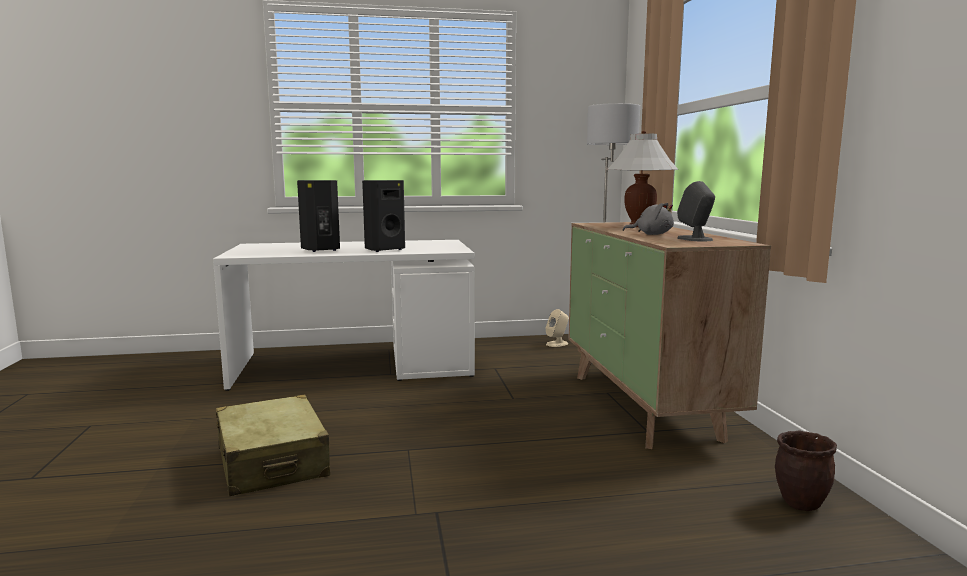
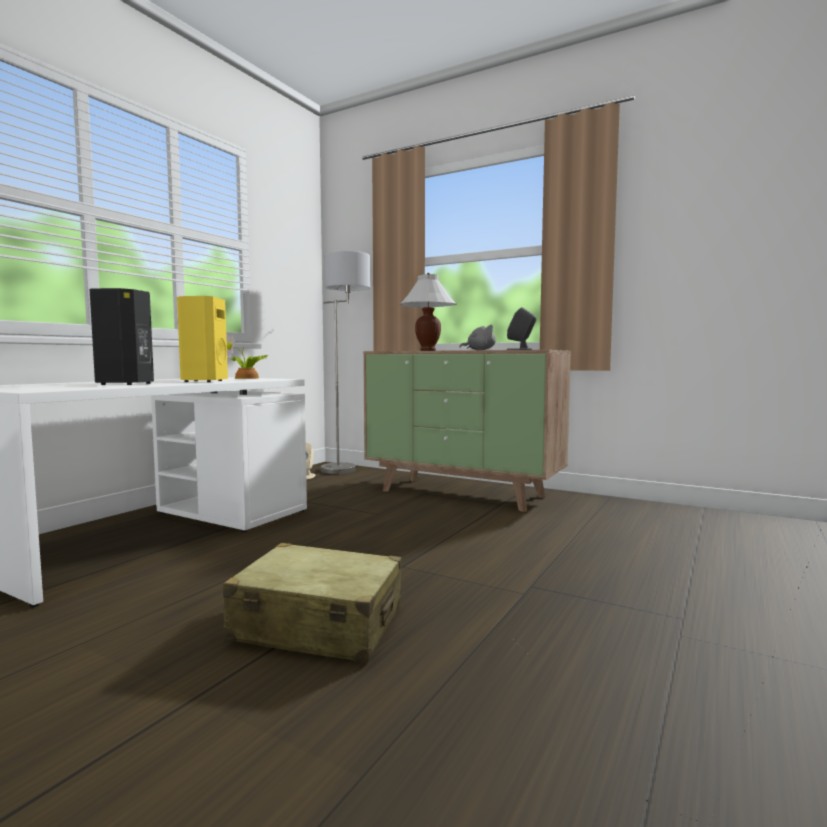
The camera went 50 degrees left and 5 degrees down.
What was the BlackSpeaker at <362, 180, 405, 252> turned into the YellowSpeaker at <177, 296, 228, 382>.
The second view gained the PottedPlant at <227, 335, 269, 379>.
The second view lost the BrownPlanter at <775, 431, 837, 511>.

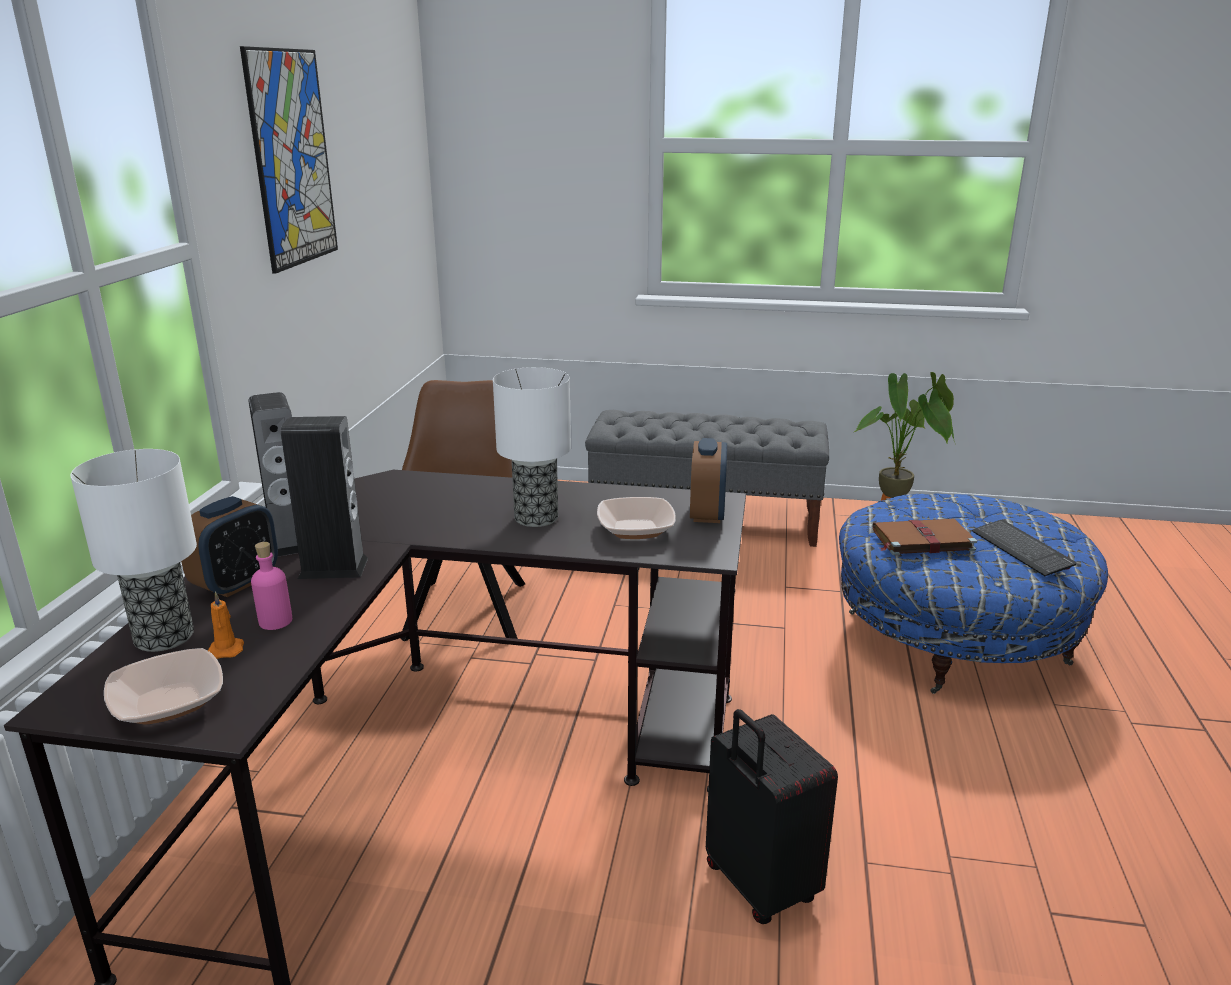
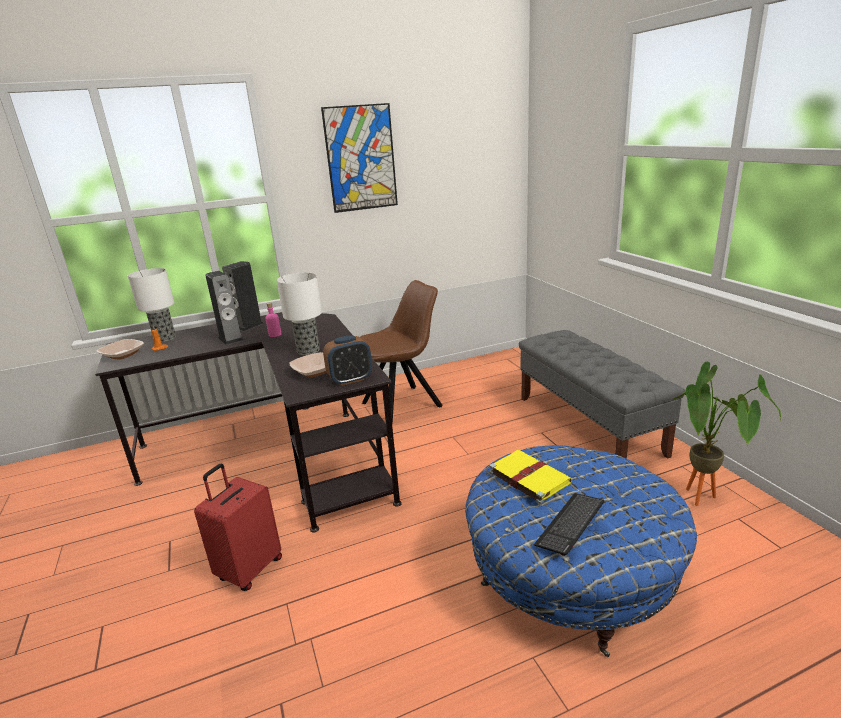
The camera went 60 degrees right and 0 degrees up.
What was the BlackSuitcase at <706, 709, 838, 924> turned into the RedSuitcase at <194, 464, 282, 591>.
The PinkBottle ended up elsewhere, having gone from <251, 542, 292, 630> to <266, 302, 281, 337>.
What was the BrownBook at <873, 519, 977, 555> turned into the YellowBook at <489, 450, 572, 504>.
The second view lost the AlarmClock at <181, 496, 278, 597>.

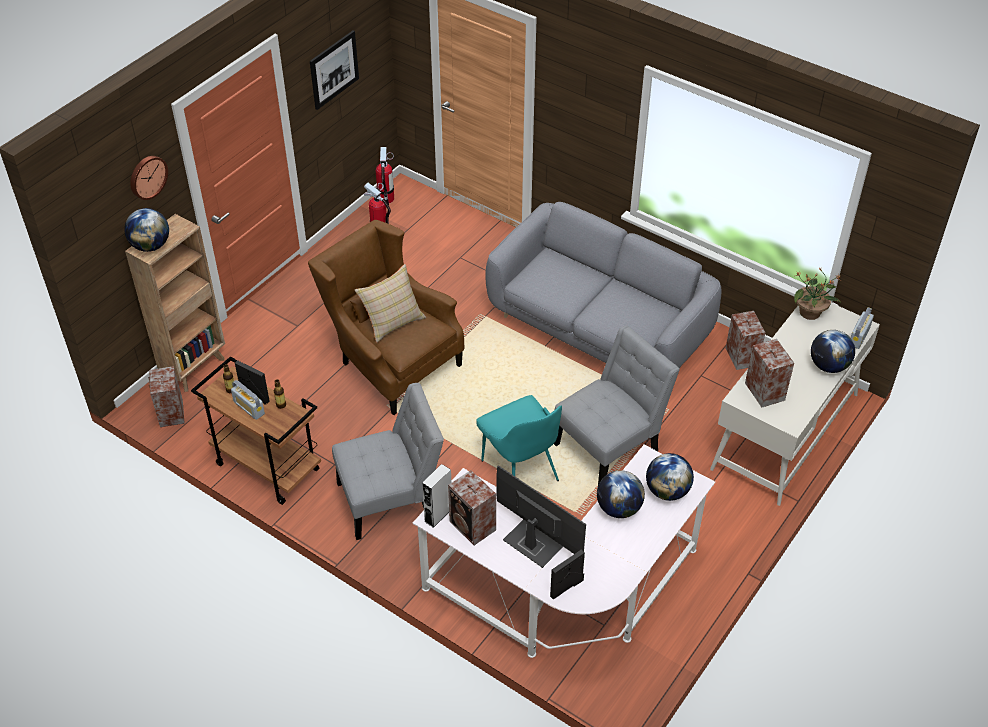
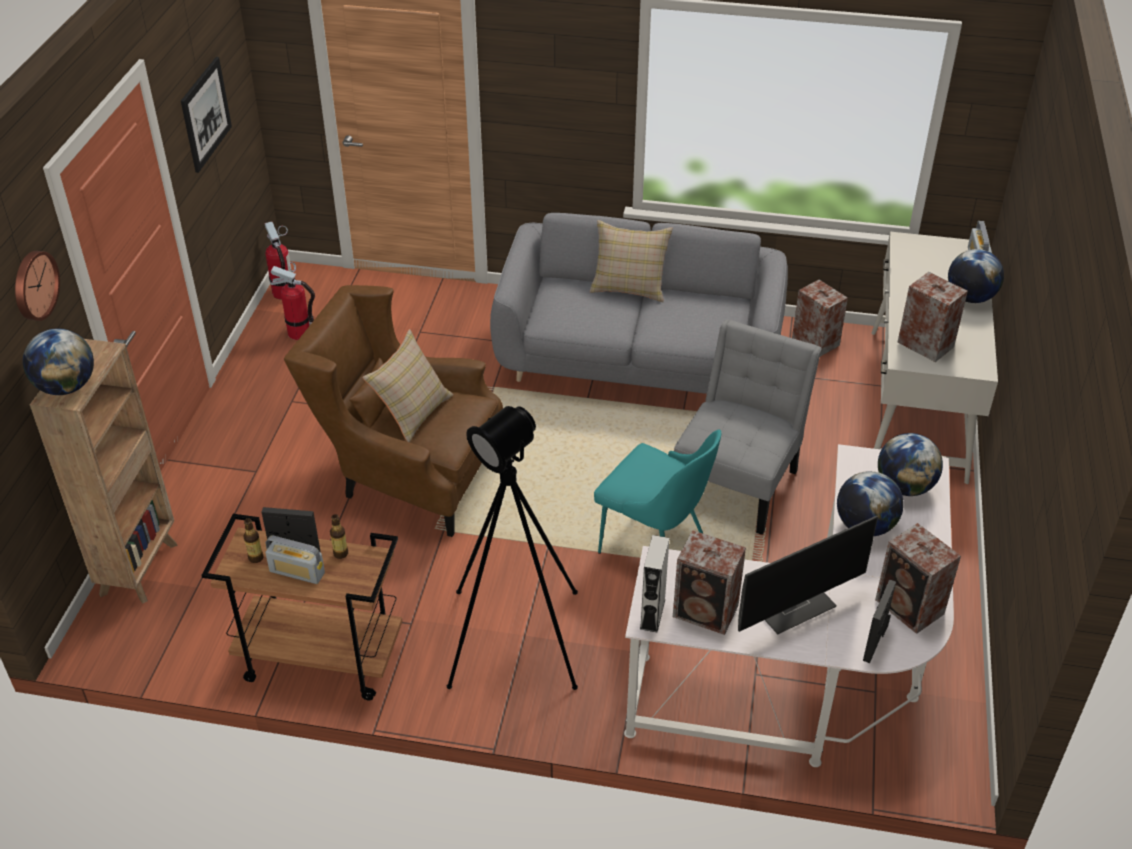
The camera went 25 degrees left and 5 degrees down.
Where the GreyChair stood at <332, 383, 444, 540>, the BlackFloorLamp came to stand at <447, 406, 578, 690>.
The second view gained the BeigePillow at <590, 220, 673, 302>.
The Monitor at <496, 465, 586, 568> ended up facing another way, 135 degrees clockwise from before.
The Speaker ended up elsewhere, having gone from <148, 366, 184, 427> to <875, 523, 961, 634>.
The second view lost the PottedPlant at <794, 267, 841, 320>.

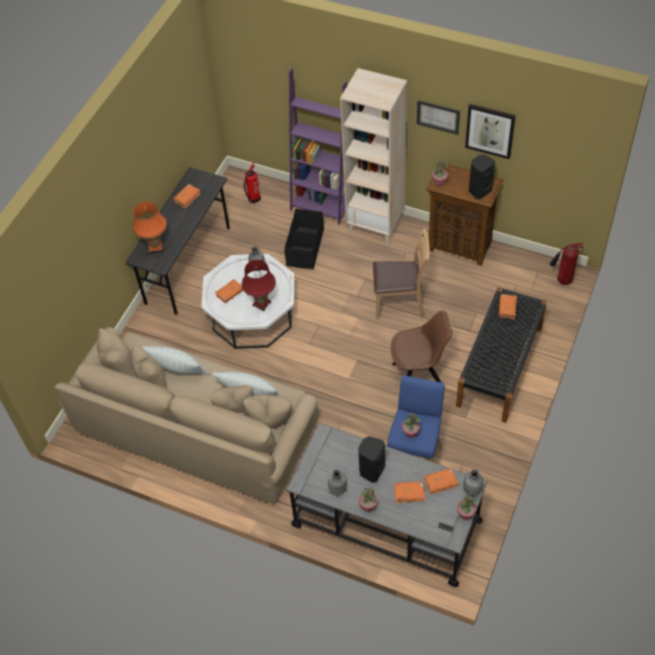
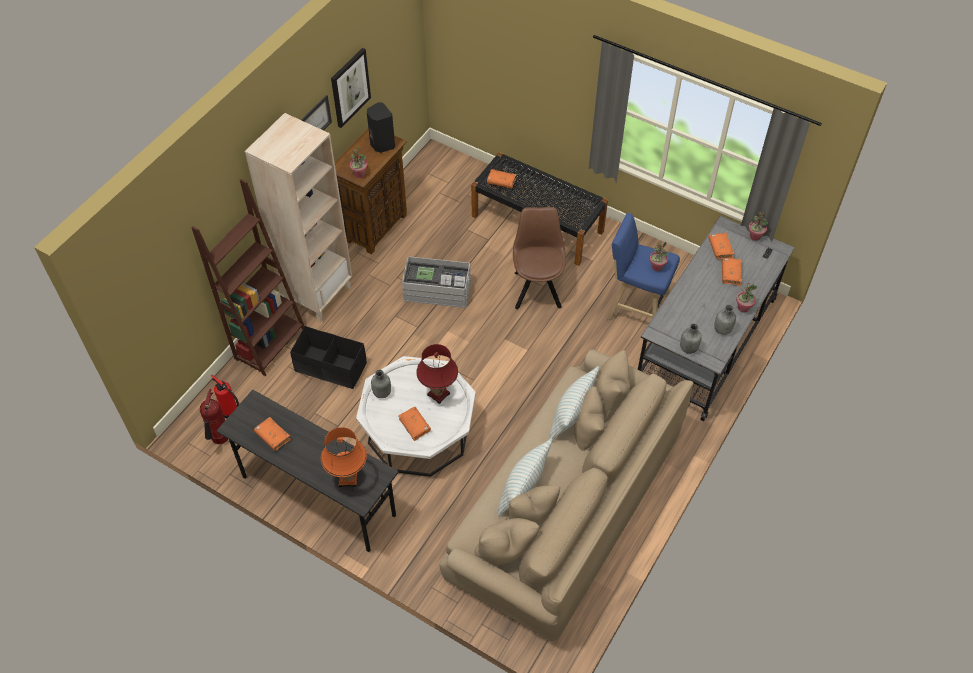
The camera went 85 degrees left and 0 degrees up.
What was the PurpleBookcase at <289, 67, 346, 225> turned into the BrownBookcase at <191, 179, 304, 376>.
The FireExtinguisher ended up elsewhere, having gone from <550, 243, 584, 285> to <200, 389, 228, 444>.
Where the BrownChair stood at <373, 229, 430, 319>, the GreyStorageBox came to stand at <402, 256, 471, 308>.
The GreyBottle ended up elsewhere, having gone from <463, 469, 483, 496> to <680, 324, 702, 354>.
The second view lost the BlackSpeaker at <358, 436, 385, 483>.

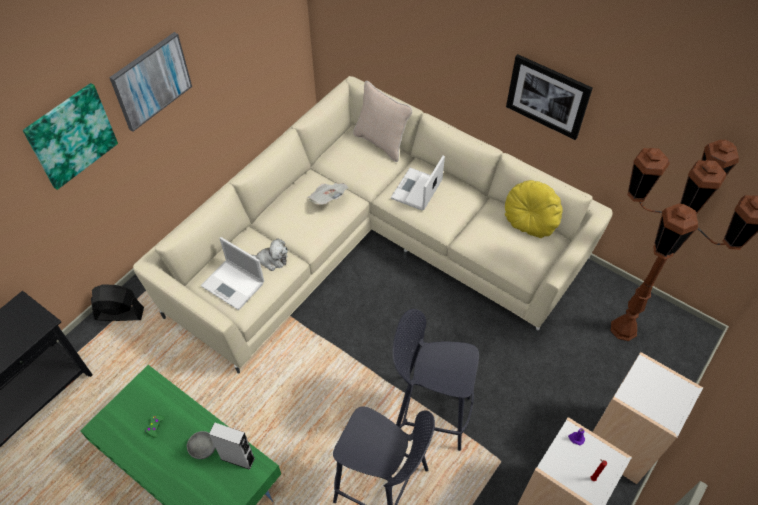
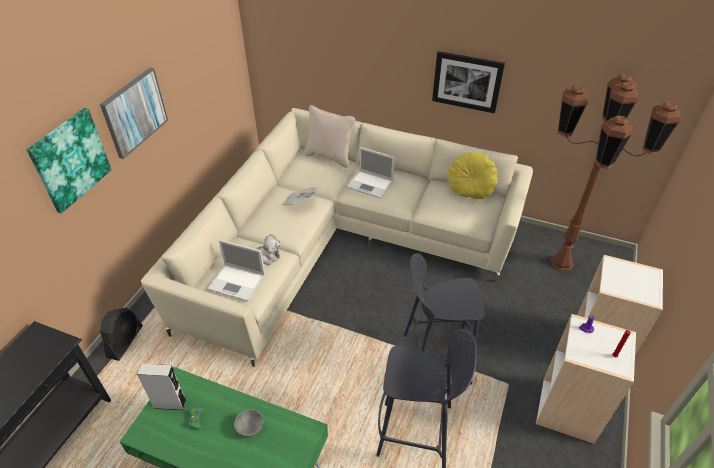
The camera went 15 degrees left and 10 degrees down.
The BlackFan at <91, 285, 144, 321> ended up facing another way, 120 degrees clockwise from before.
The GreySpeaker ended up elsewhere, having gone from <209, 423, 255, 470> to <137, 364, 187, 410>.
The Laptop at <391, 155, 445, 210> ended up facing another way, 75 degrees counterclockwise from before.

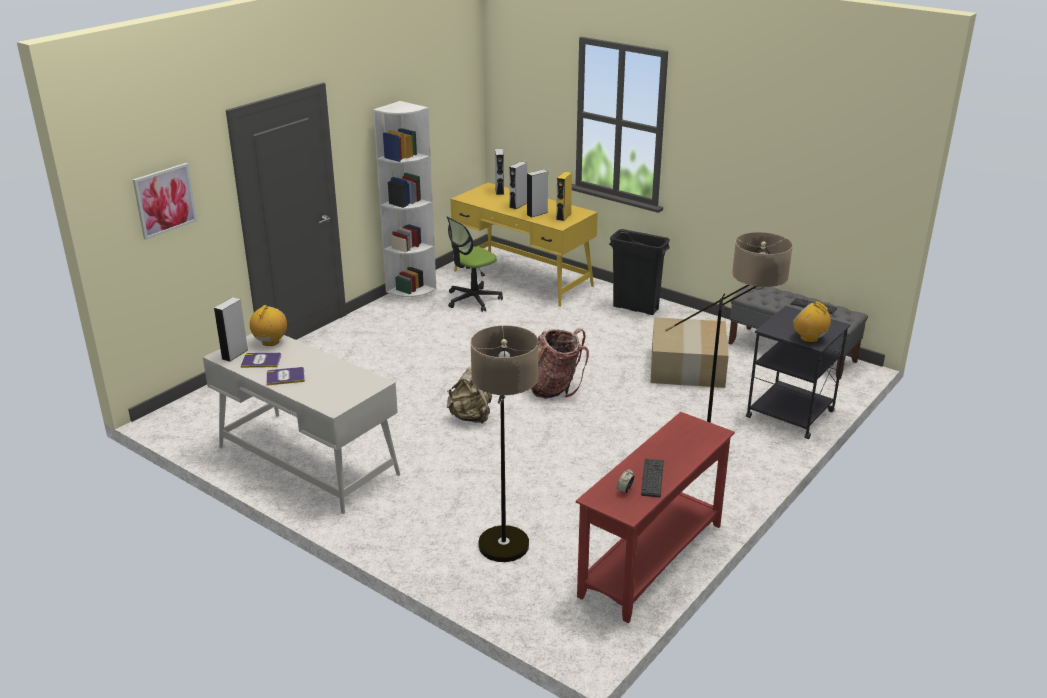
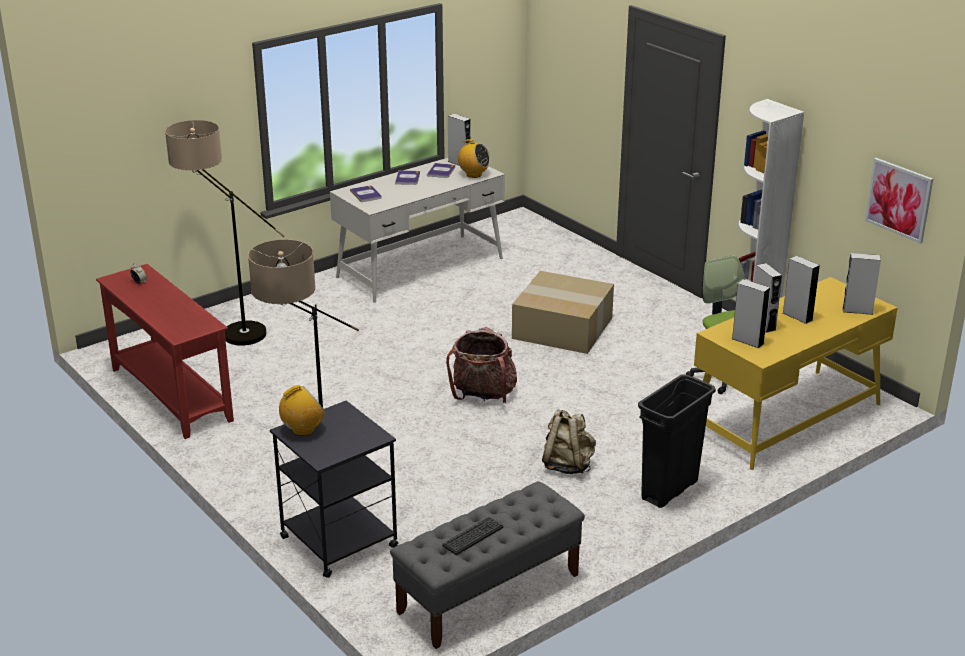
The camera went 105 degrees right and 0 degrees up.
The second view gained the Book at <350, 186, 382, 202>.
The CardboardBox ended up elsewhere, having gone from <650, 317, 729, 388> to <512, 271, 614, 354>.
The BeigeBackpack ended up elsewhere, having gone from <447, 366, 492, 423> to <542, 409, 596, 474>.
What was the YellowSpeaker at <556, 172, 572, 221> turned into the GreySpeaker at <732, 279, 770, 348>.
The Picture ended up elsewhere, having gone from <133, 163, 197, 240> to <865, 158, 933, 244>.
The second view lost the Keyboard at <641, 459, 664, 497>.

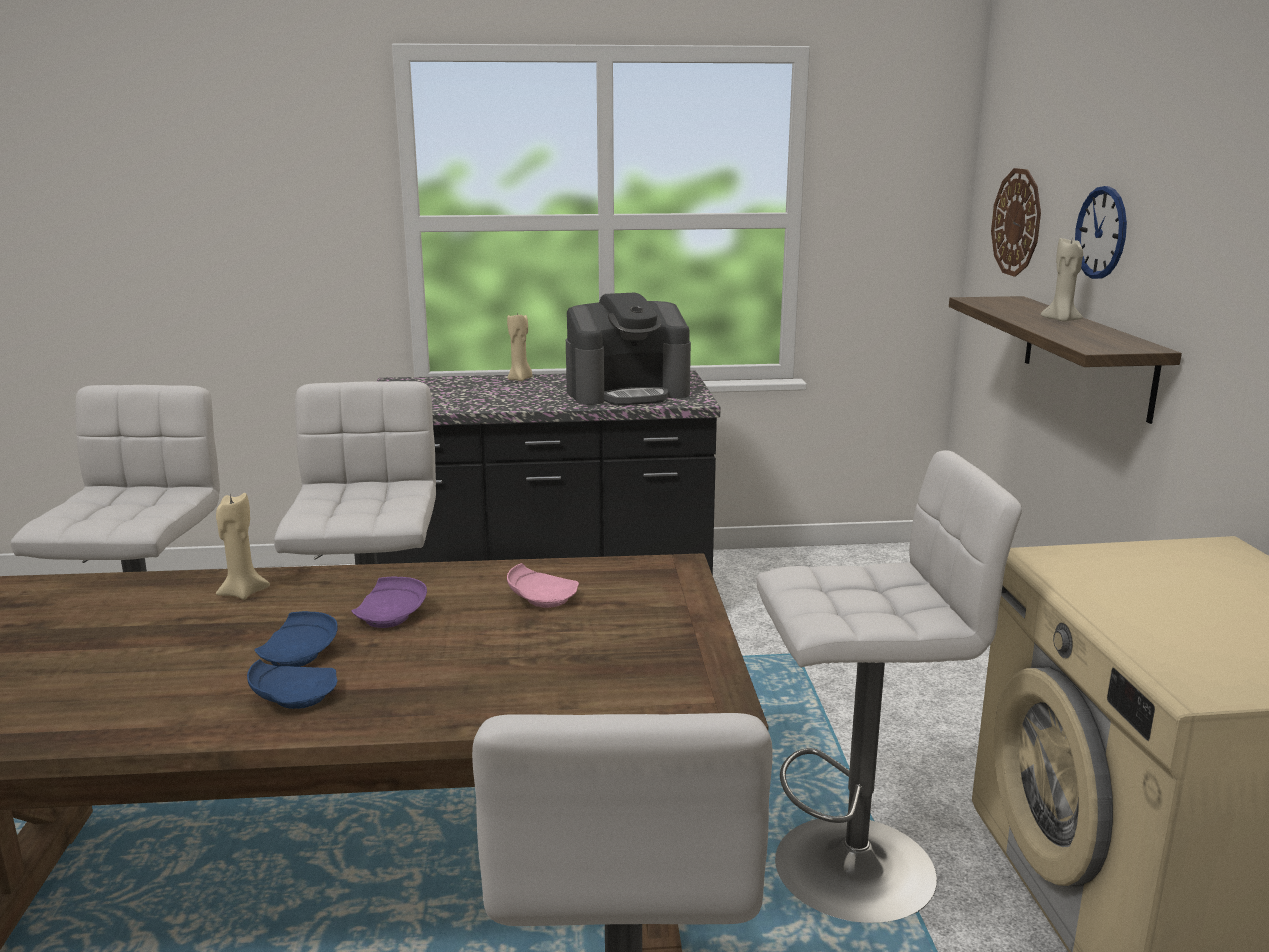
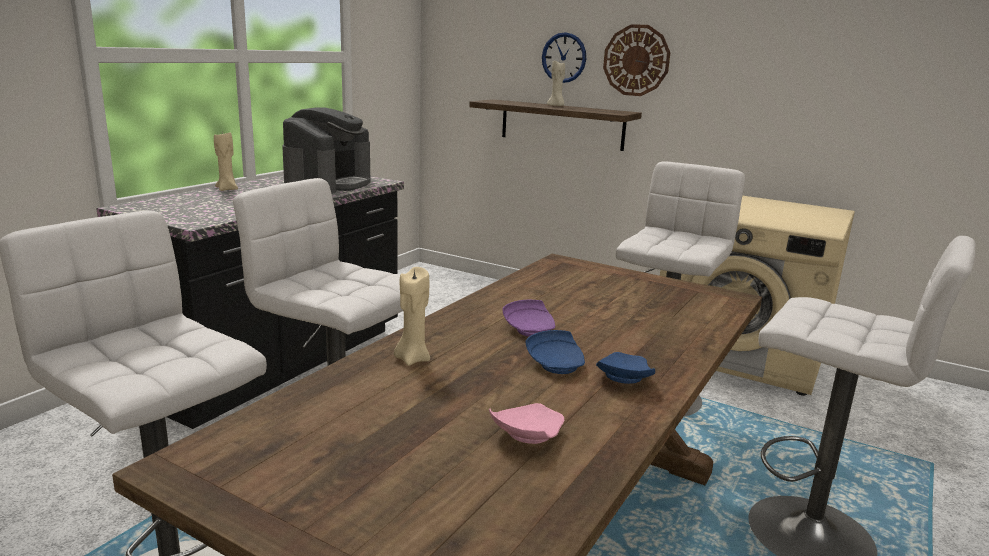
The camera went 55 degrees left and 0 degrees up.
The PinkPlate ended up elsewhere, having gone from <507, 563, 579, 608> to <489, 403, 564, 444>.
The WallClock ended up elsewhere, having gone from <991, 168, 1041, 277> to <603, 24, 670, 96>.

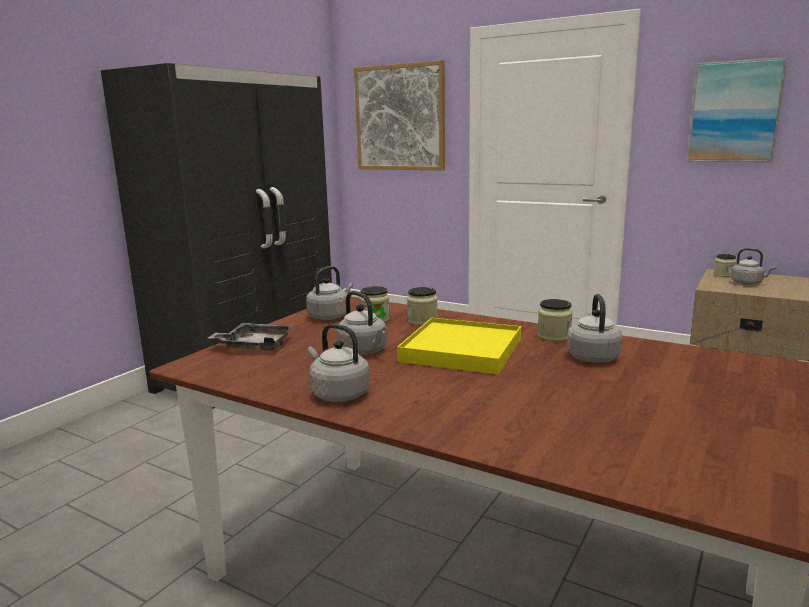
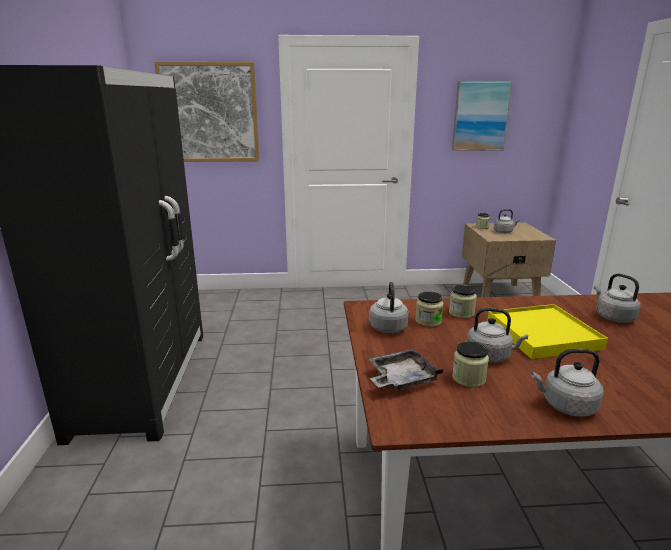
The camera went 35 degrees left and 5 degrees up.
The Jar ended up elsewhere, having gone from <538, 299, 573, 342> to <452, 341, 489, 387>.

